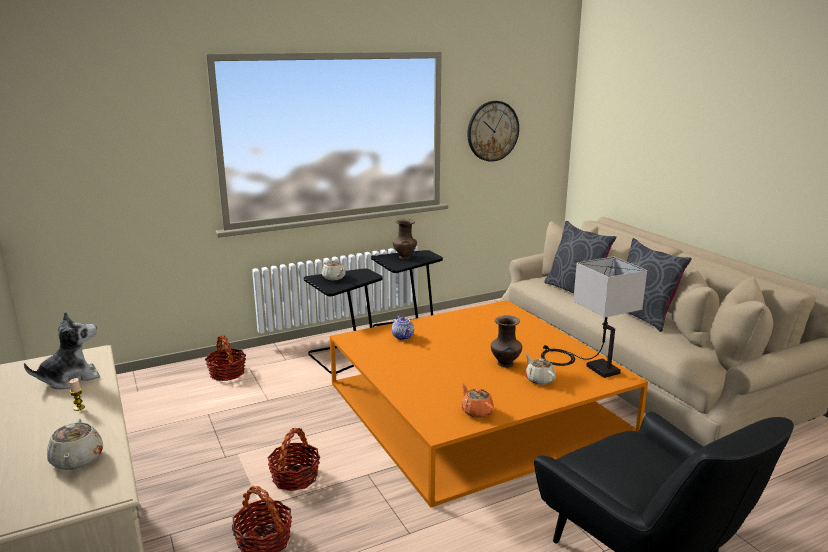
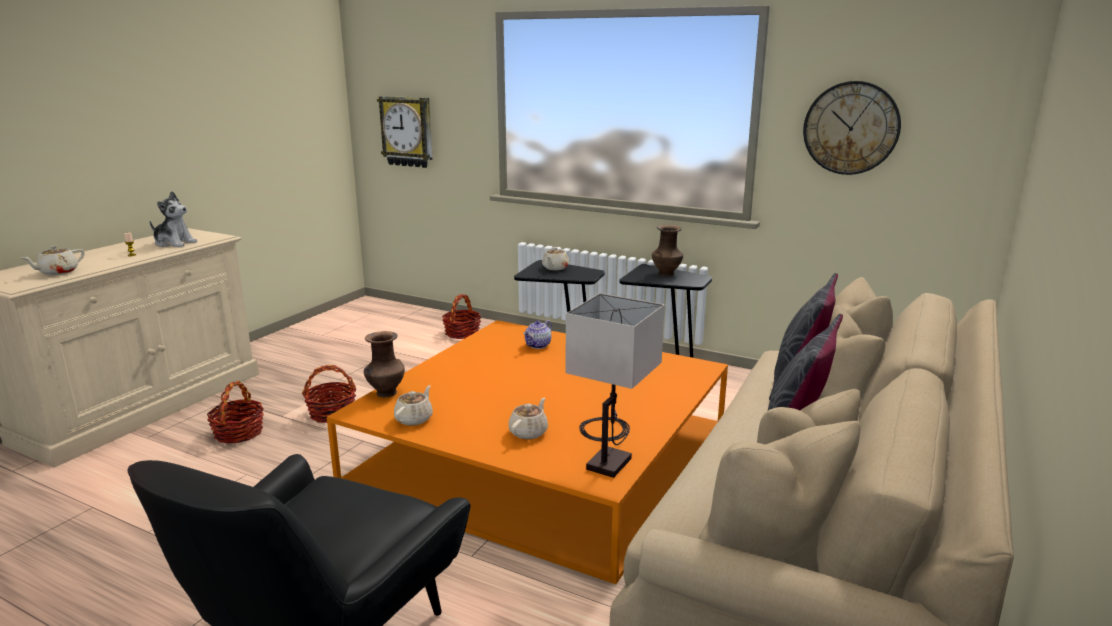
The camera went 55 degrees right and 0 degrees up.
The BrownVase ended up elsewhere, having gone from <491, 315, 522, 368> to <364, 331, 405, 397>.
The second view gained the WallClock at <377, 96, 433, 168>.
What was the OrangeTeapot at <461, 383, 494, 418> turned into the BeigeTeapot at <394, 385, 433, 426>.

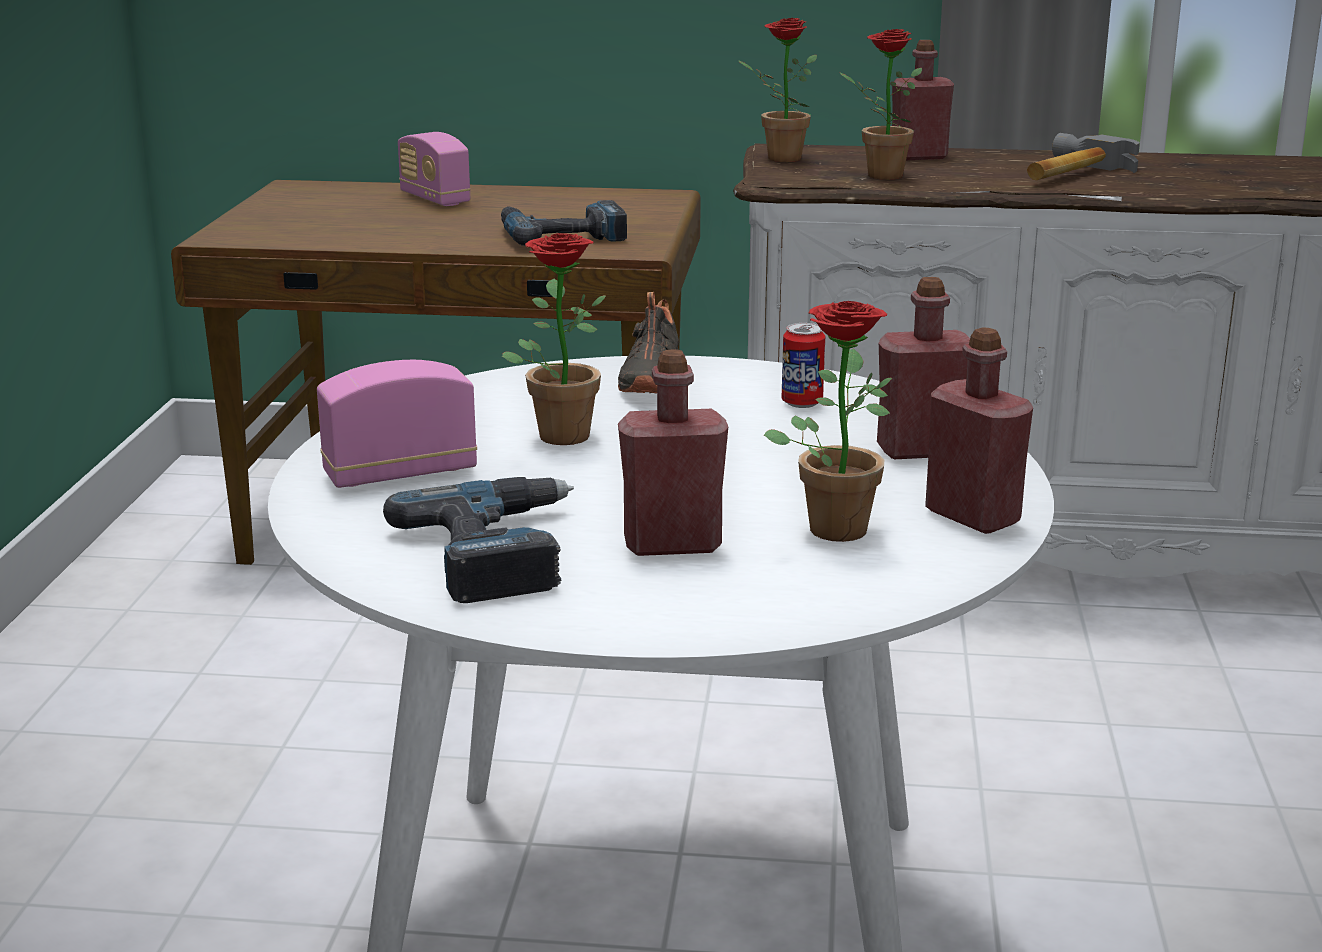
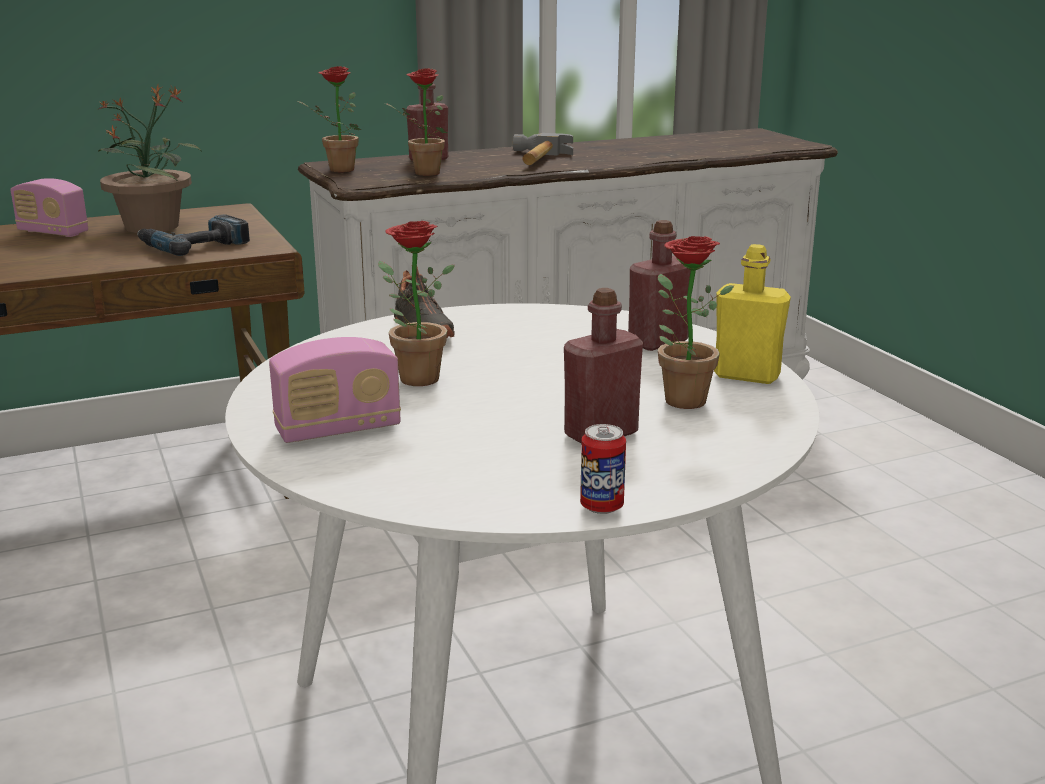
The camera went 30 degrees left and 0 degrees up.
The second view gained the PottedPlant at <98, 85, 203, 233>.
The Radio at <317, 360, 477, 488> ended up facing another way, 150 degrees counterclockwise from before.
The Can ended up elsewhere, having gone from <782, 323, 825, 408> to <580, 424, 626, 514>.
What was the RedBottle at <925, 327, 1033, 534> turned into the YellowBottle at <714, 244, 791, 384>.
The second view lost the PowerDrill at <383, 477, 574, 603>.

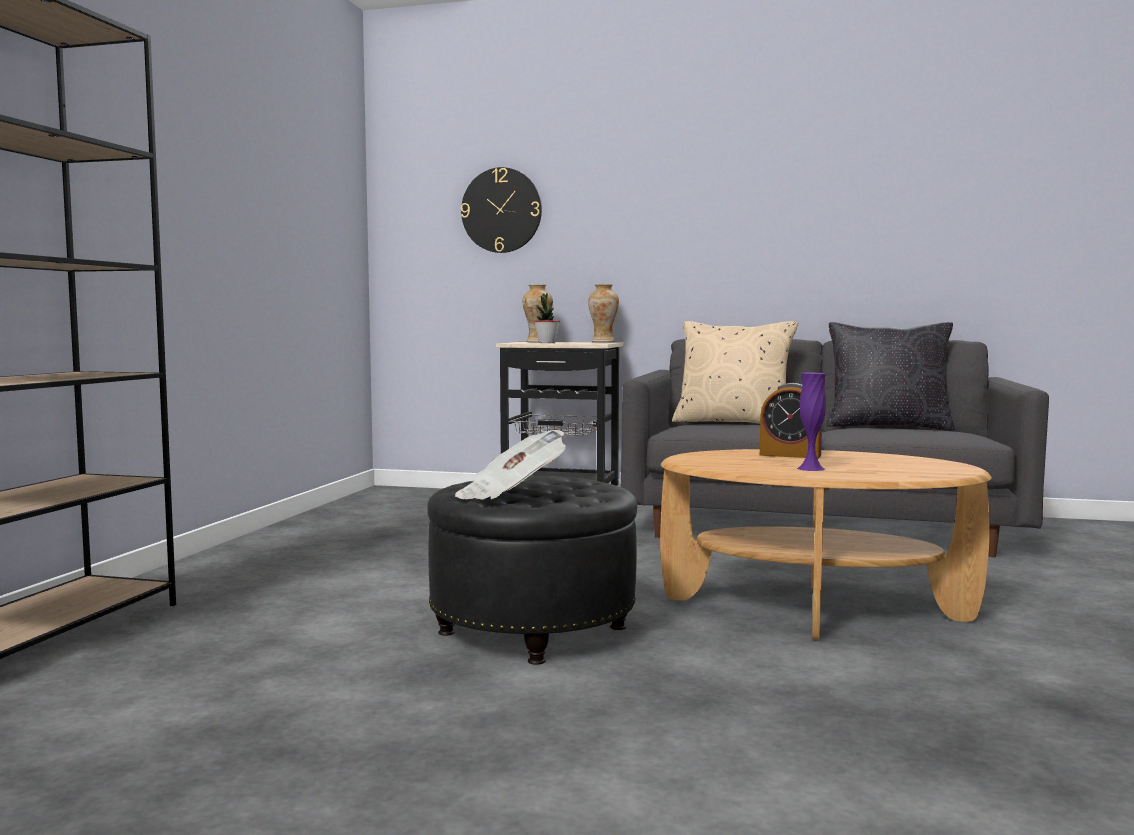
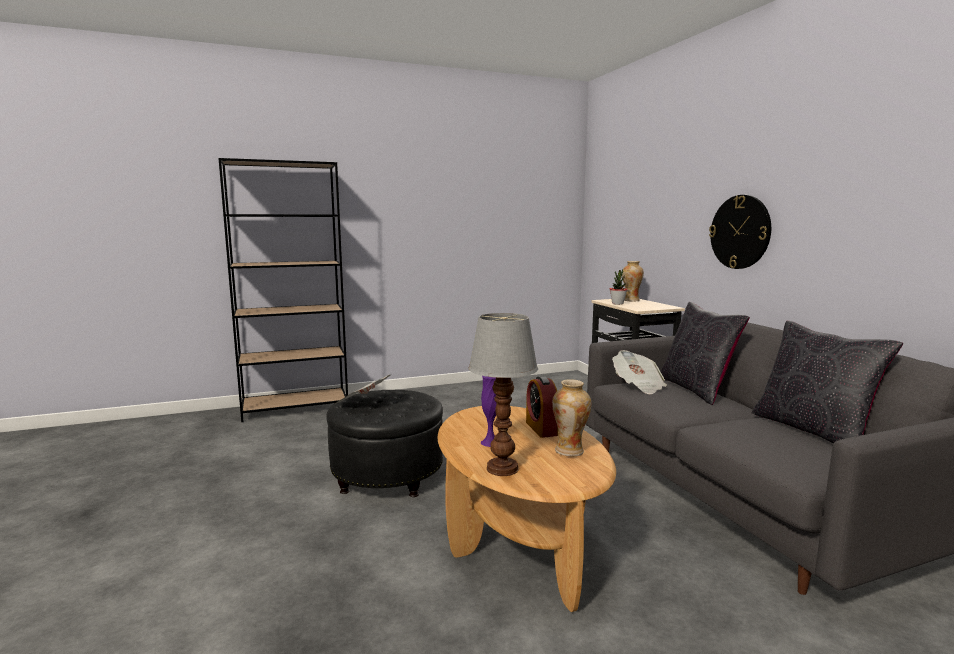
The camera went 55 degrees right and 5 degrees up.
The second view gained the TableLamp at <468, 313, 538, 476>.
The Vase ended up elsewhere, having gone from <588, 284, 619, 342> to <552, 379, 591, 456>.
The second view gained the Newspaper at <612, 350, 667, 394>.
What was the BeigePillow at <672, 321, 798, 424> turned into the BlackPillow at <660, 302, 750, 405>.
The WallClock ended up elsewhere, having gone from <461, 167, 542, 253> to <709, 195, 771, 269>.

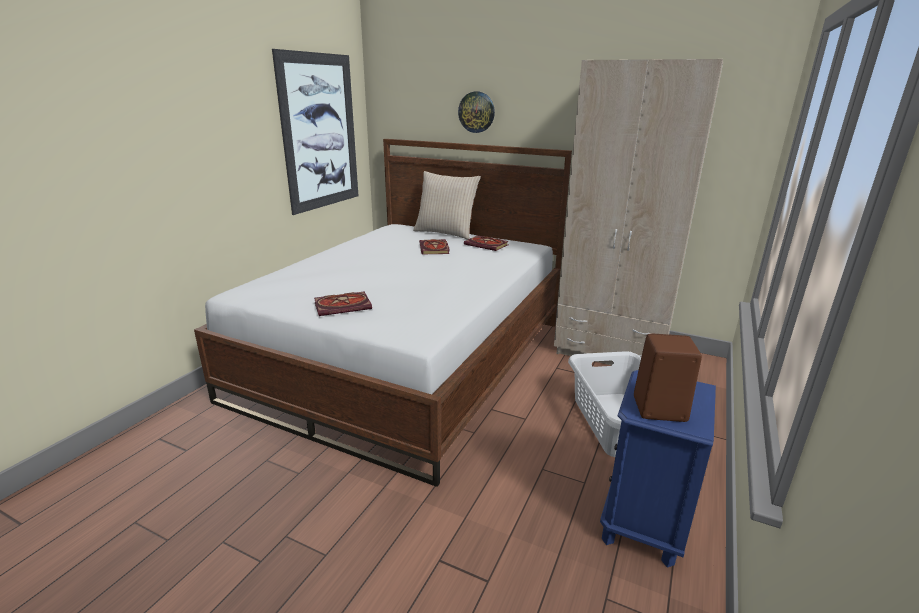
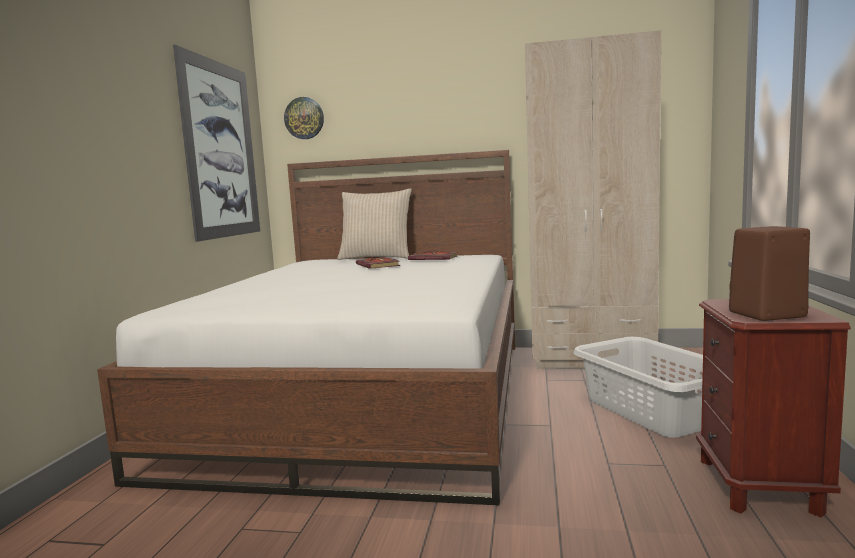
The camera went 15 degrees left and 15 degrees down.
The WallClock ended up elsewhere, having gone from <458, 92, 495, 133> to <284, 97, 324, 139>.
What was the BlueNightstand at <600, 370, 716, 567> turned into the BrownNightstand at <696, 299, 851, 517>.
The second view lost the Book at <314, 292, 372, 316>.

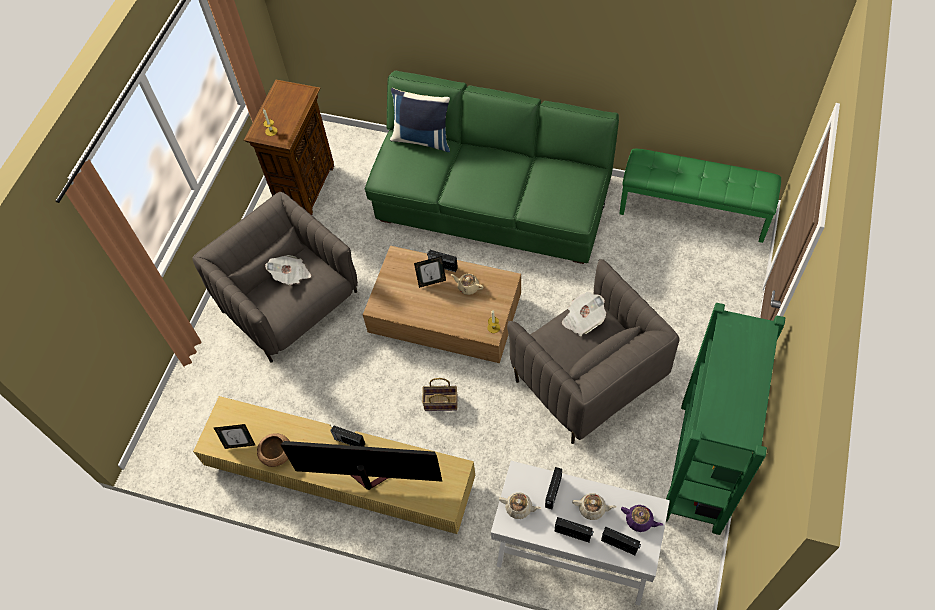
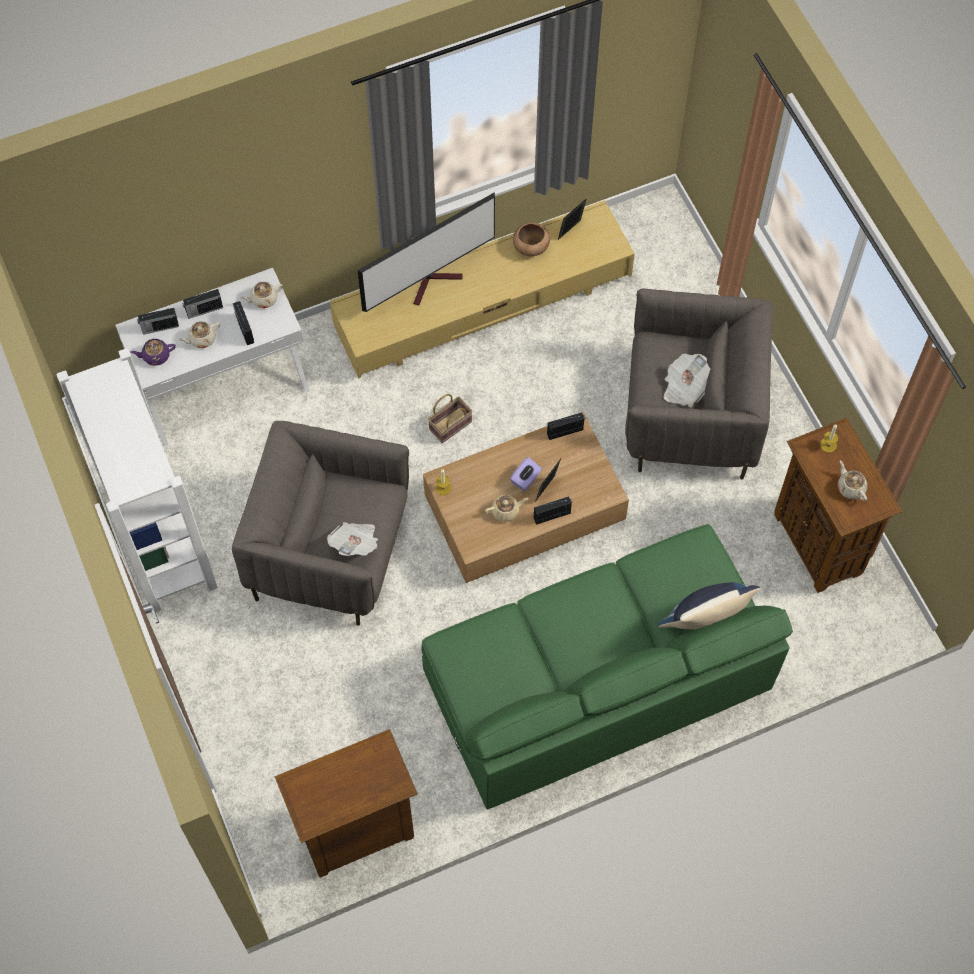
The camera went 135 degrees right and 5 degrees up.
What was the GreenBookcase at <666, 303, 785, 535> turned into the WhiteBookcase at <56, 348, 218, 612>.
Where the GreenBench stood at <619, 148, 781, 243>, the BrownCabinet came to stand at <274, 729, 418, 878>.
The second view gained the PurpleTissueBox at <510, 457, 542, 491>.
The Radio ended up elsewhere, having gone from <331, 425, 365, 447> to <547, 412, 585, 440>.
The second view gained the BeigeTeapot at <838, 461, 867, 501>.

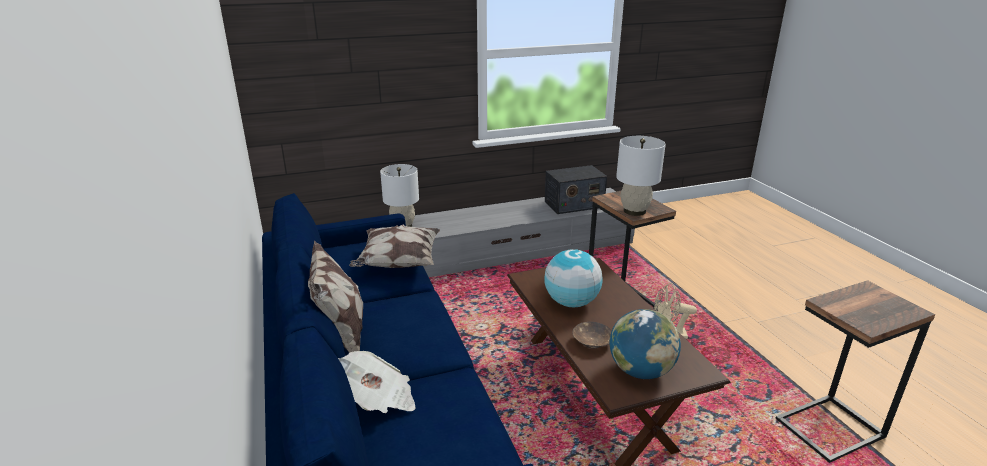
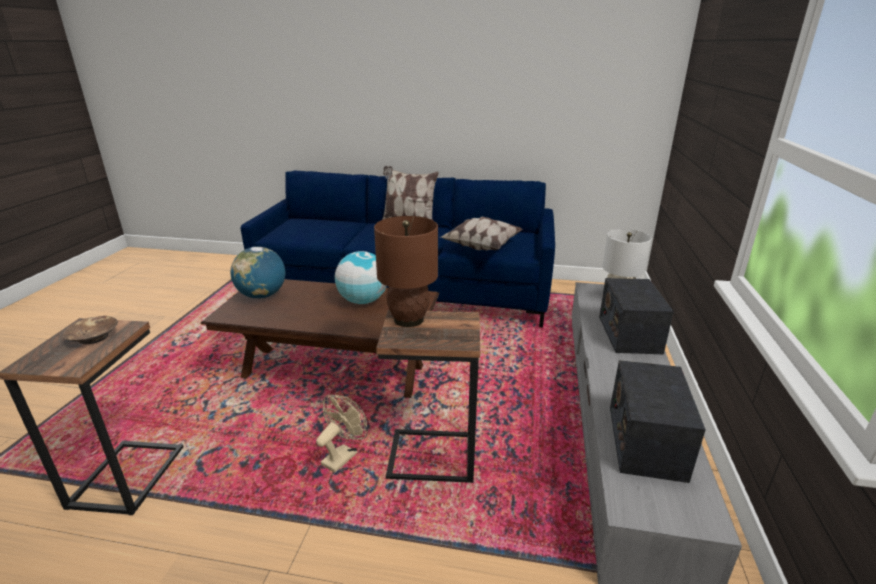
The camera went 120 degrees right and 0 degrees up.
The BrownBowl ended up elsewhere, having gone from <572, 322, 611, 349> to <62, 316, 118, 344>.
What was the WhiteTableLamp at <616, 136, 666, 216> turned into the BrownTableLamp at <374, 216, 438, 327>.
The second view gained the Radio at <599, 278, 674, 354>.
The second view lost the Newspaper at <338, 351, 416, 413>.

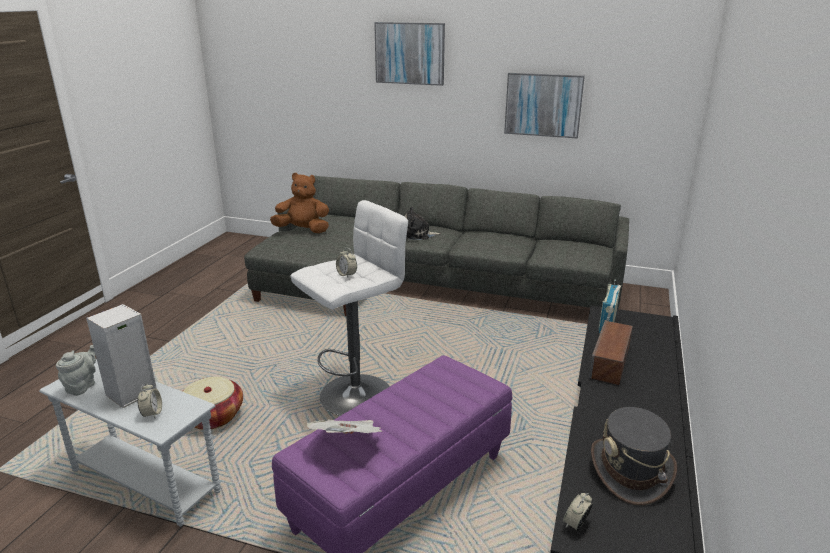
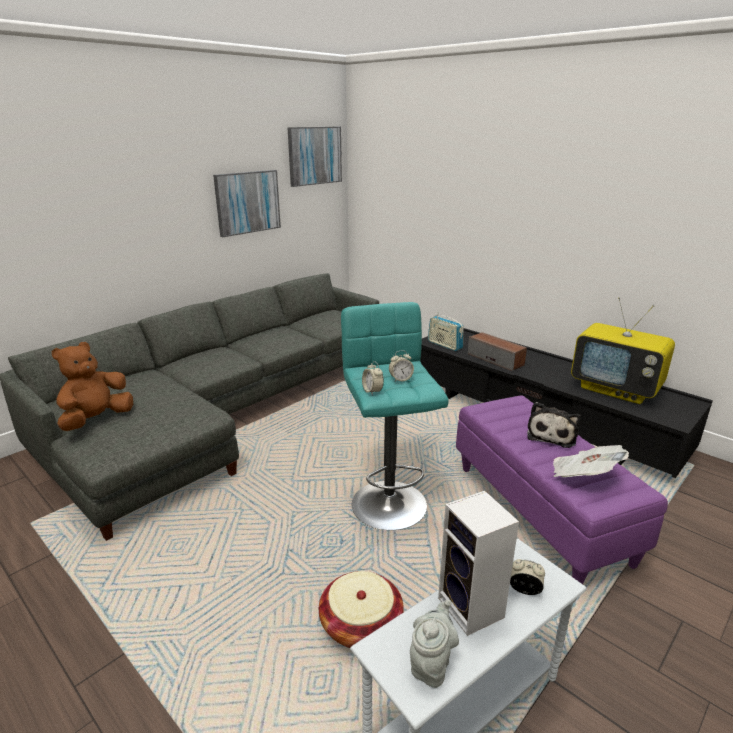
The camera went 65 degrees left and 0 degrees up.
The Picture ended up elsewhere, having gone from <374, 22, 445, 86> to <287, 127, 342, 187>.
What was the WhiteStool at <290, 200, 408, 416> turned into the TurquoiseStool at <341, 302, 448, 530>.
The AlarmClock ended up elsewhere, having gone from <563, 493, 593, 531> to <362, 361, 384, 395>.
The GreyTeapot at <56, 345, 96, 396> ended up facing another way, 75 degrees clockwise from before.
The PlushToy ended up elsewhere, having gone from <405, 206, 442, 240> to <527, 402, 581, 448>.
Where the GreyHat stood at <591, 407, 677, 505>, the Television came to stand at <571, 298, 675, 404>.

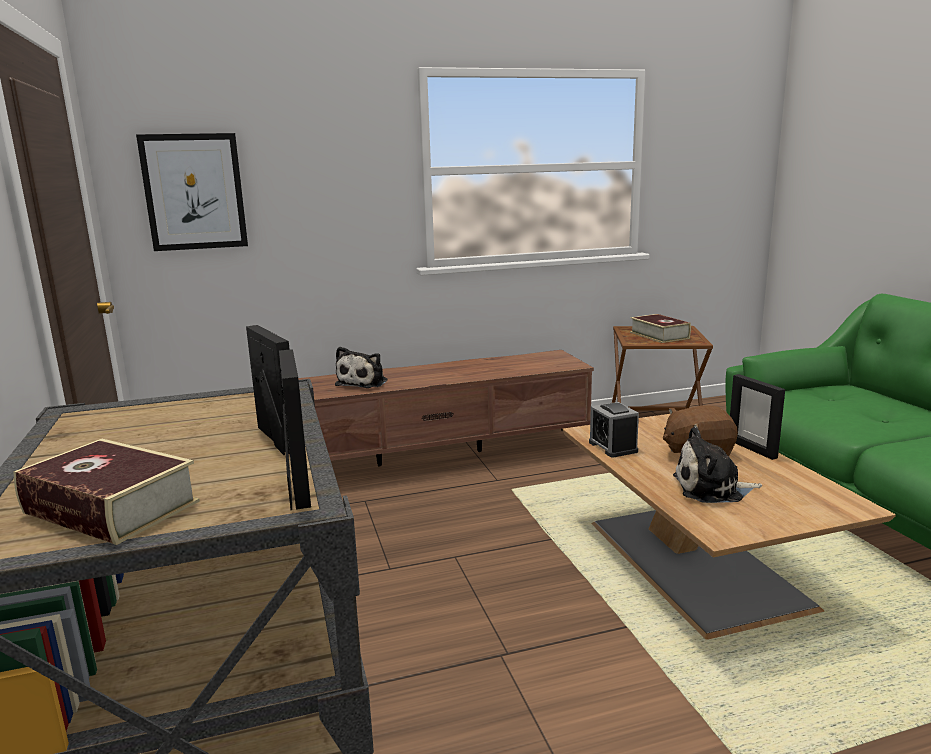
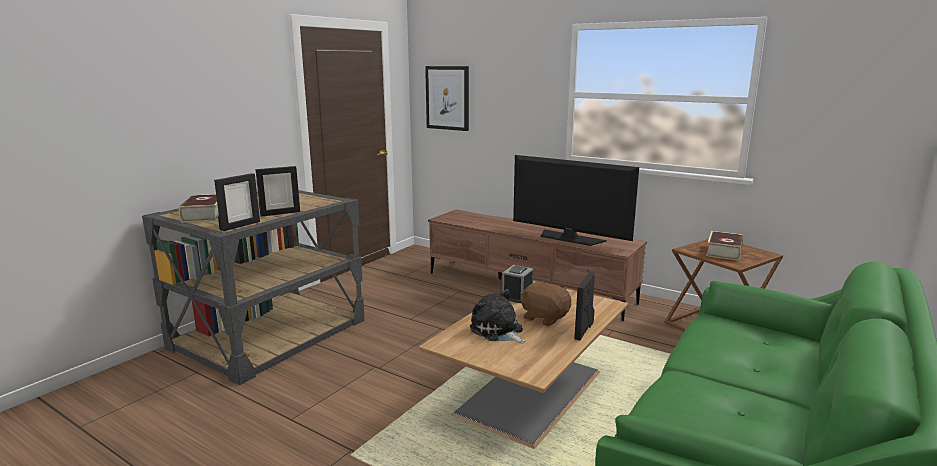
The camera went 50 degrees right and 0 degrees up.
The PictureFrame at <246, 325, 290, 455> ended up facing another way, 45 degrees clockwise from before.
The second view gained the Television at <513, 155, 639, 246>.
The second view lost the PlushToy at <335, 346, 387, 388>.

